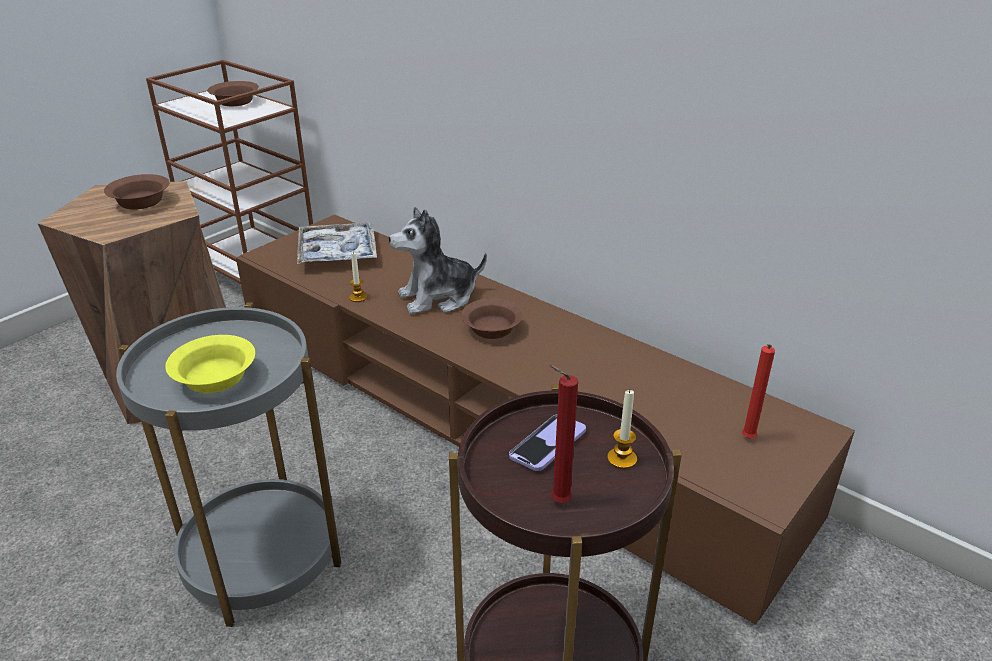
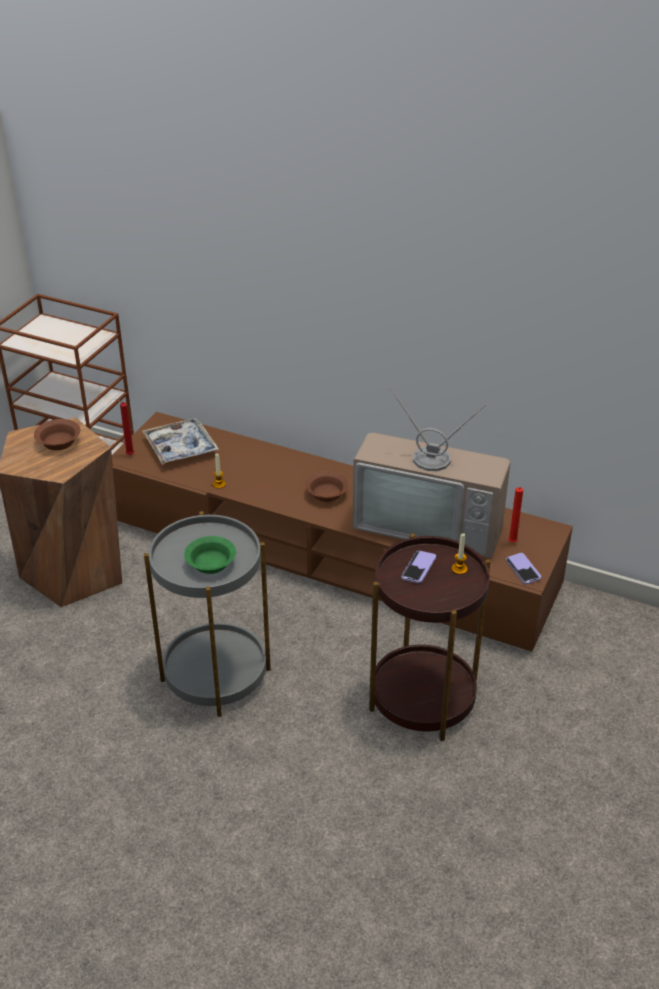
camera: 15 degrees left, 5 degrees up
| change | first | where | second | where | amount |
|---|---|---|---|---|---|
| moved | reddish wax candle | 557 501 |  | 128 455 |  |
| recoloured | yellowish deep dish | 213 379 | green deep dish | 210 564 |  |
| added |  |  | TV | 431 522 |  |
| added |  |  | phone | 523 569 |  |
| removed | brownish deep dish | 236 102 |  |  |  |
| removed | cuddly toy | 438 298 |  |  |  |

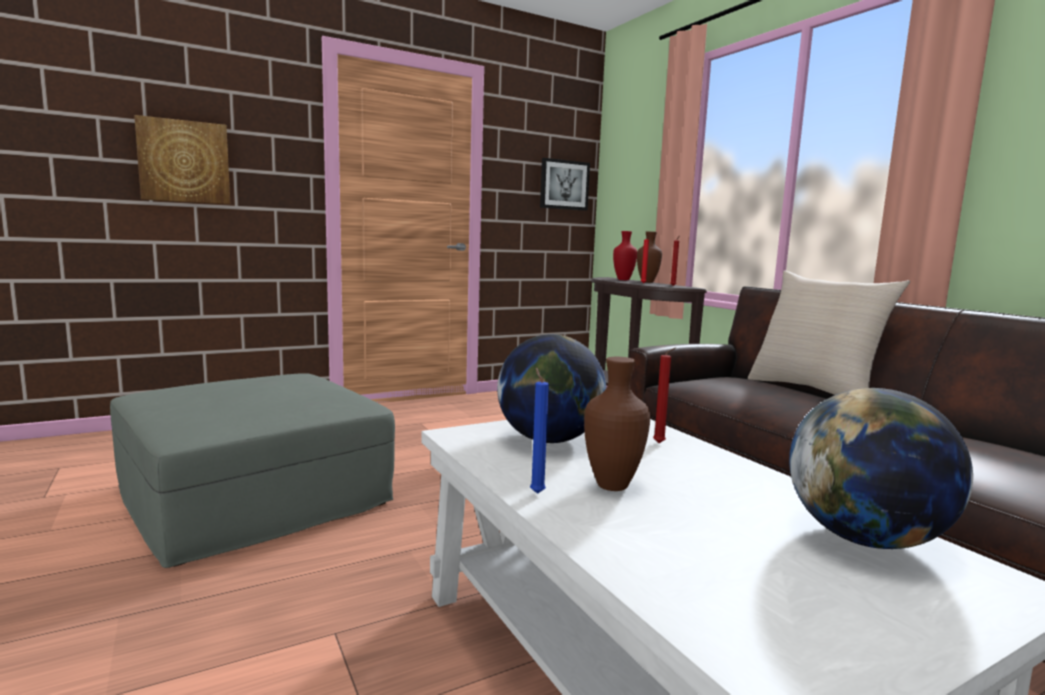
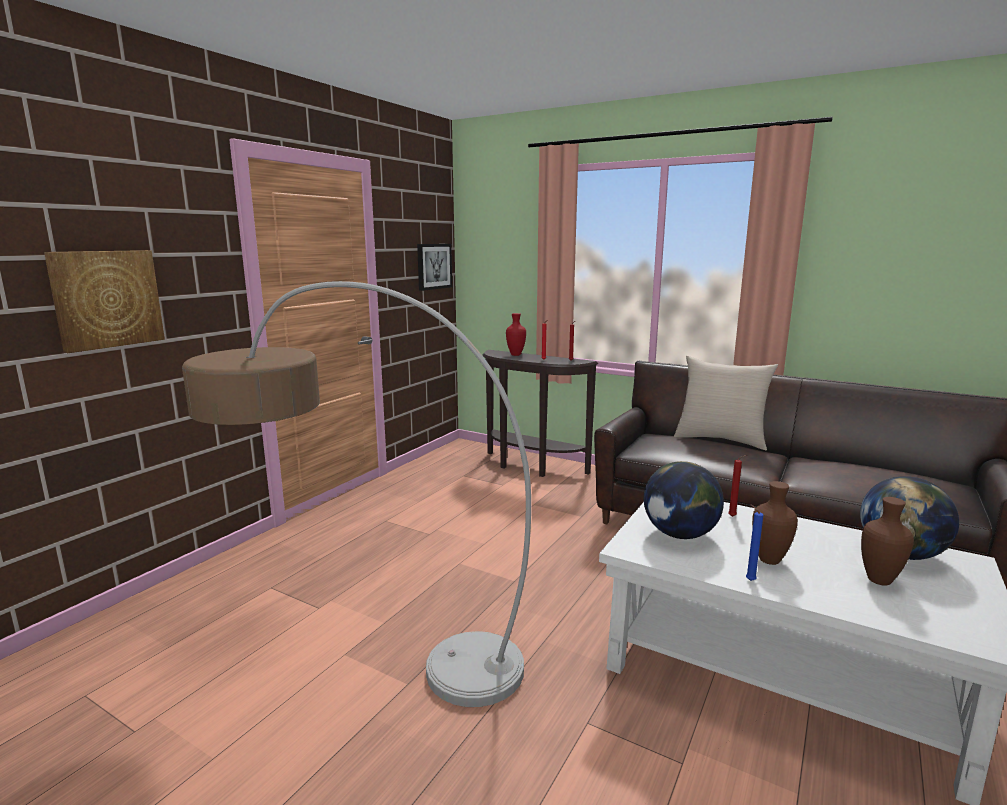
camera: 30 degrees left, 5 degrees up
| change | first | where | second | where | amount |
|---|---|---|---|---|---|
| replaced | grey footrest | 255 496 | standing lamp | 356 644 |  |
| moved | brownish decorative vase | 647 282 |  | 878 579 |  |

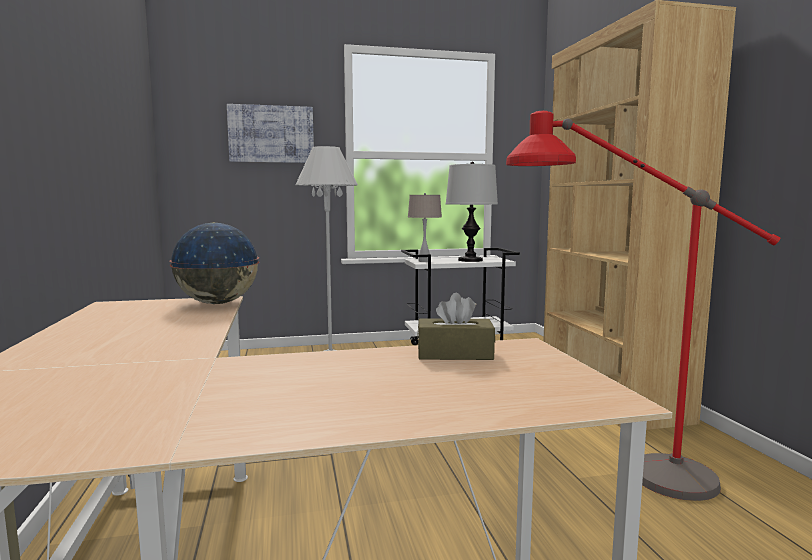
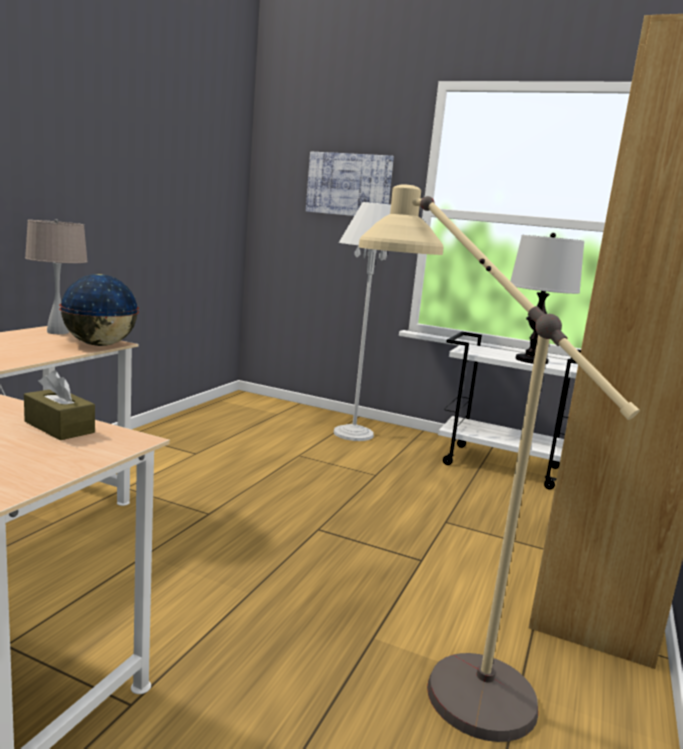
camera: 35 degrees right, 5 degrees up
| change | first | where | second | where | amount |
|---|---|---|---|---|---|
| moved | sand-coloured tabletop lamp | 424 261 |  | 57 332 |  |
| recoloured | reddish standing lamp | 613 470 | sand-coloured standing lamp | 426 651 |  |

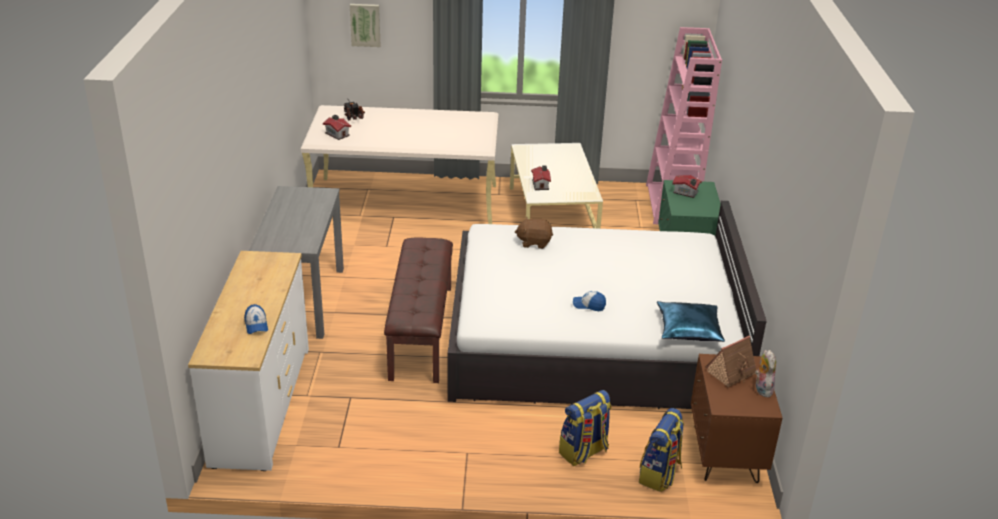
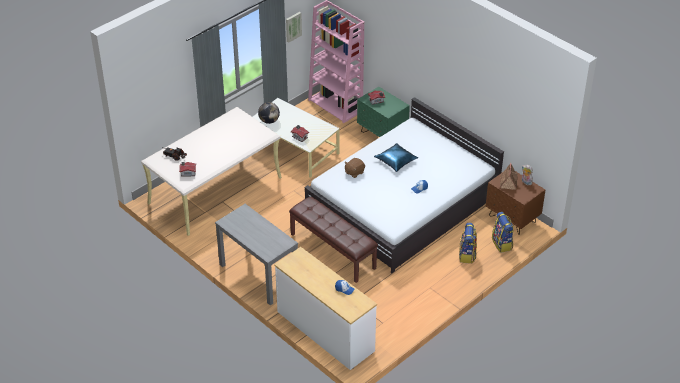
camera: 45 degrees left, 10 degrees up
| change | first | where | second | where | amount |
|---|---|---|---|---|---|
| added |  |  | globe | 269 121 |  |
| moved | picture | 365 24 |  | 293 26 |  |
| moved | blue pillow | 688 329 |  | 396 161 |  |

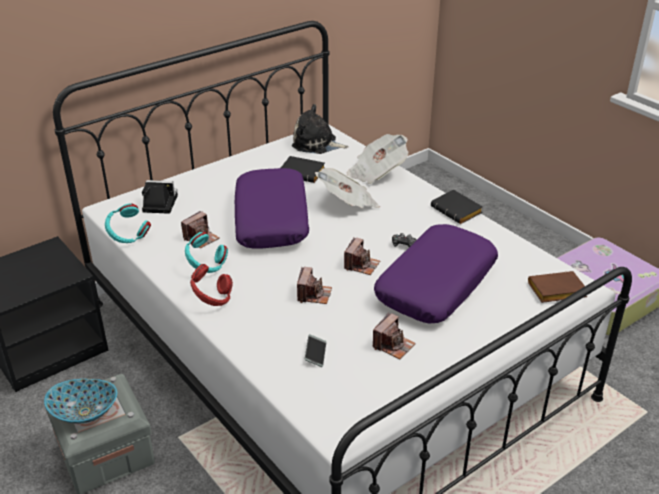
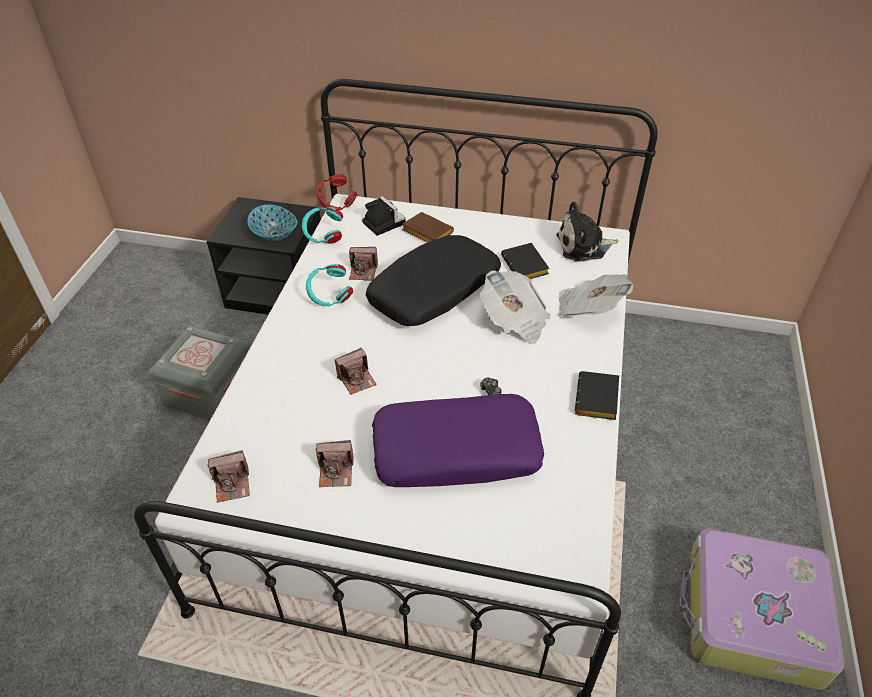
camera: 50 degrees right, 10 degrees up
| change | first | where | second | where | amount |
|---|---|---|---|---|---|
| moved | still camera | 361 265 |  | 232 484 |  |
| moved | deep dish | 84 412 |  | 275 234 |  |
| moved | reddish headset | 212 300 |  | 336 205 |  |
| recoloured | purplish pillow | 272 219 | black-coloured pillow | 434 292 |  |
| moved | brownish book | 555 292 |  | 425 232 |  |
| turned | cuddly toy | 317 144 |  | 583 246 | 75 degrees counterclockwise |
| removed | phone | 315 353 |  |  |  |

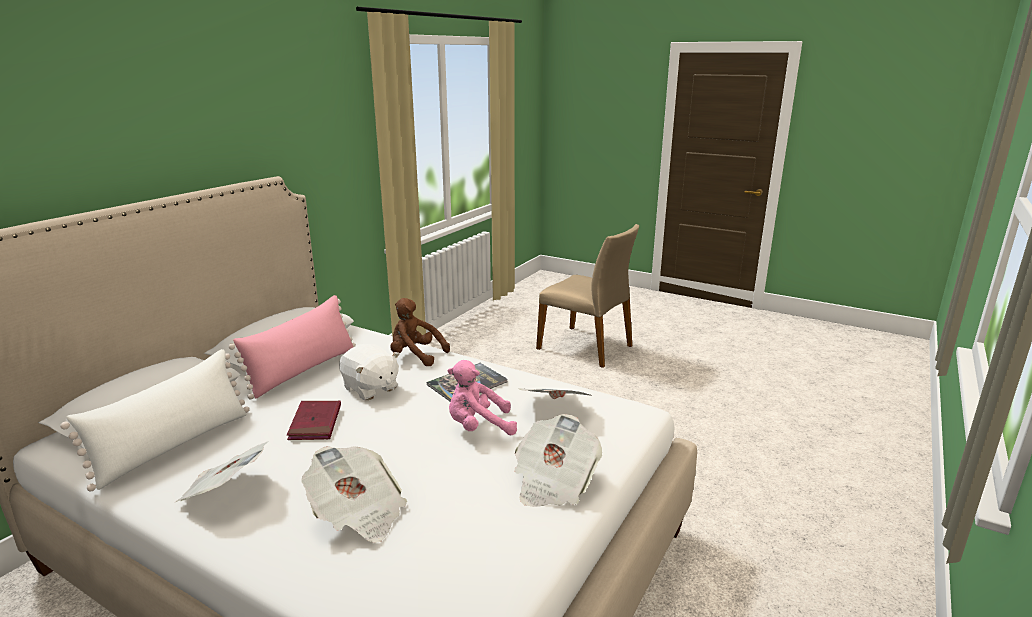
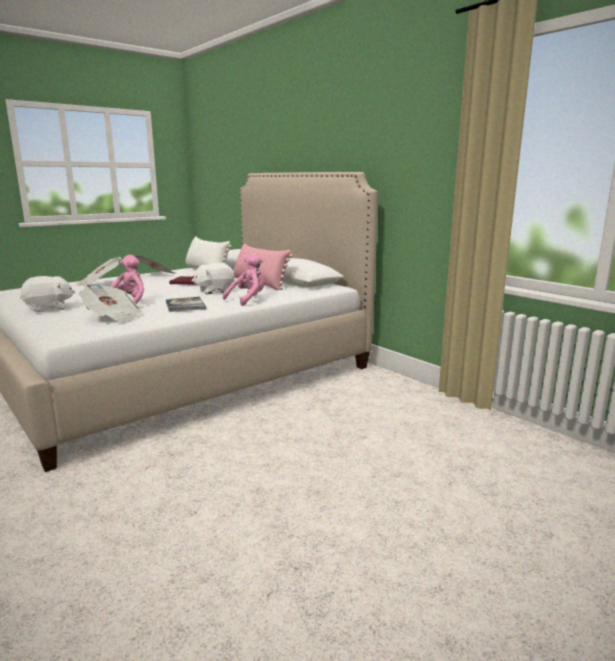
camera: 110 degrees right, 5 degrees down
| change | first | where | second | where | amount |
|---|---|---|---|---|---|
| replaced | printed paper | 553 482 | white-coloured cuddly toy | 48 308 |  |
| recoloured | brownish cuddly toy | 415 356 | pink cuddly toy | 248 299 |  |
| removed | sand-coloured upright chair | 586 347 |  |  |  |

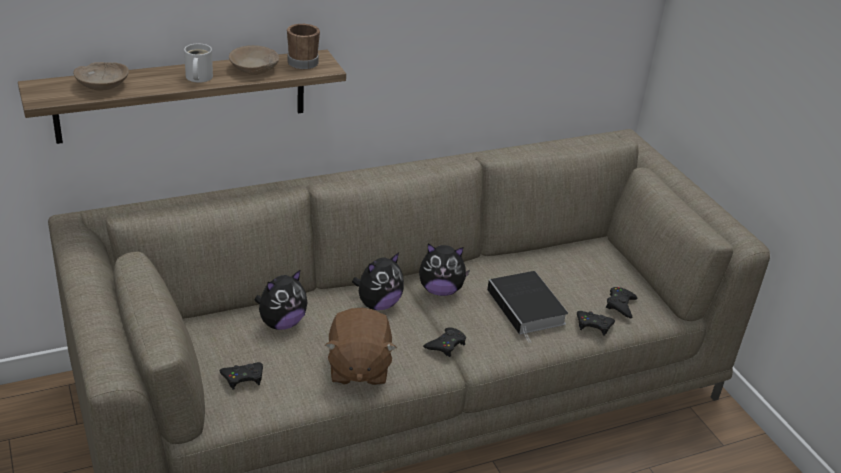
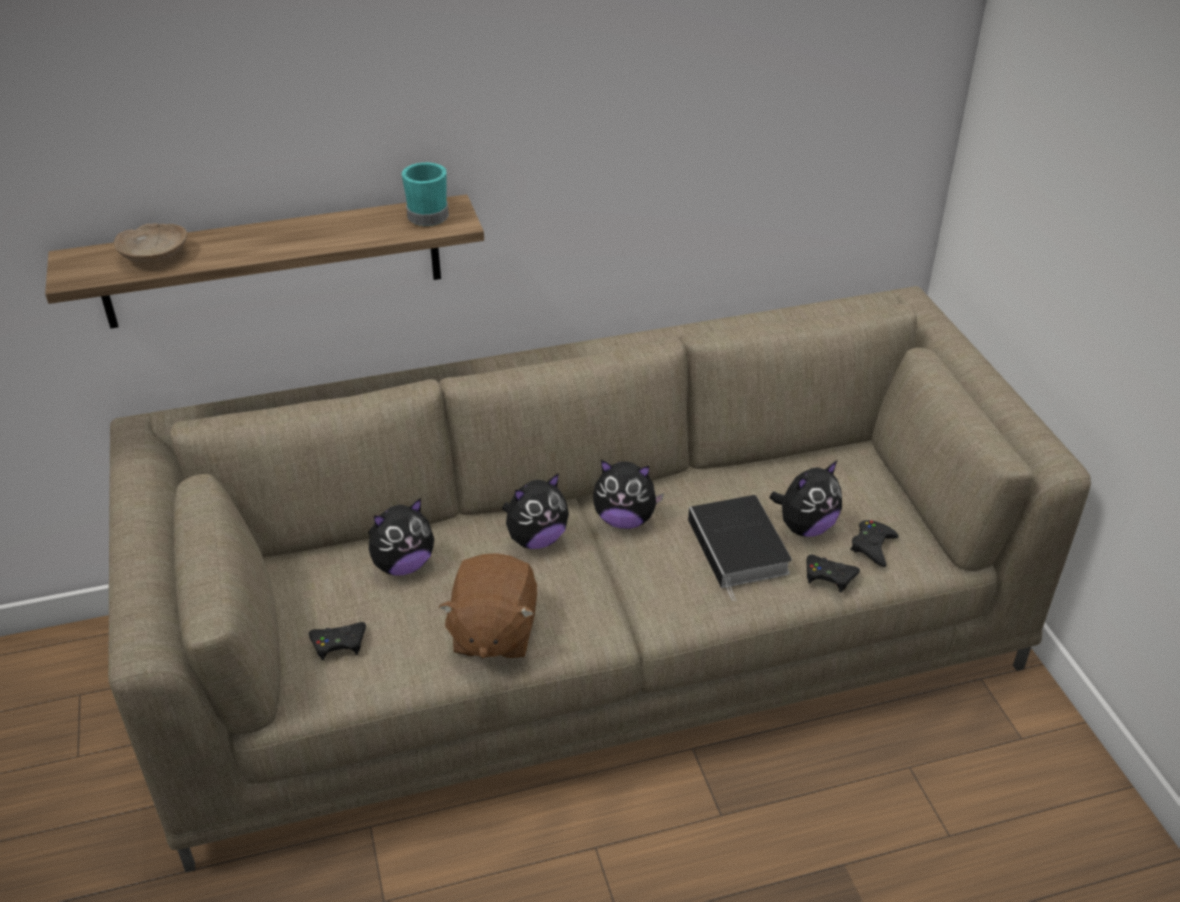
camera: 10 degrees right, 5 degrees up
| change | first | where | second | where | amount |
|---|---|---|---|---|---|
| recoloured | brownish tea mug | 303 61 | turquoise tea mug | 429 213 |  |
| added |  |  | cuddly toy | 805 527 |  |
| removed | white-coloured tea mug | 197 78 |  |  |  |
| removed | sand-coloured deep dish | 254 69 |  |  |  |
| removed | black-coloured gamepad | 446 345 |  |  |  |

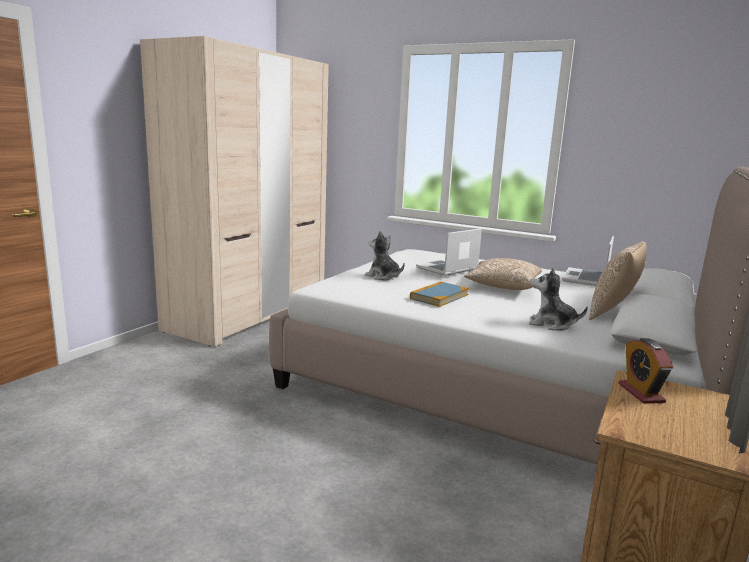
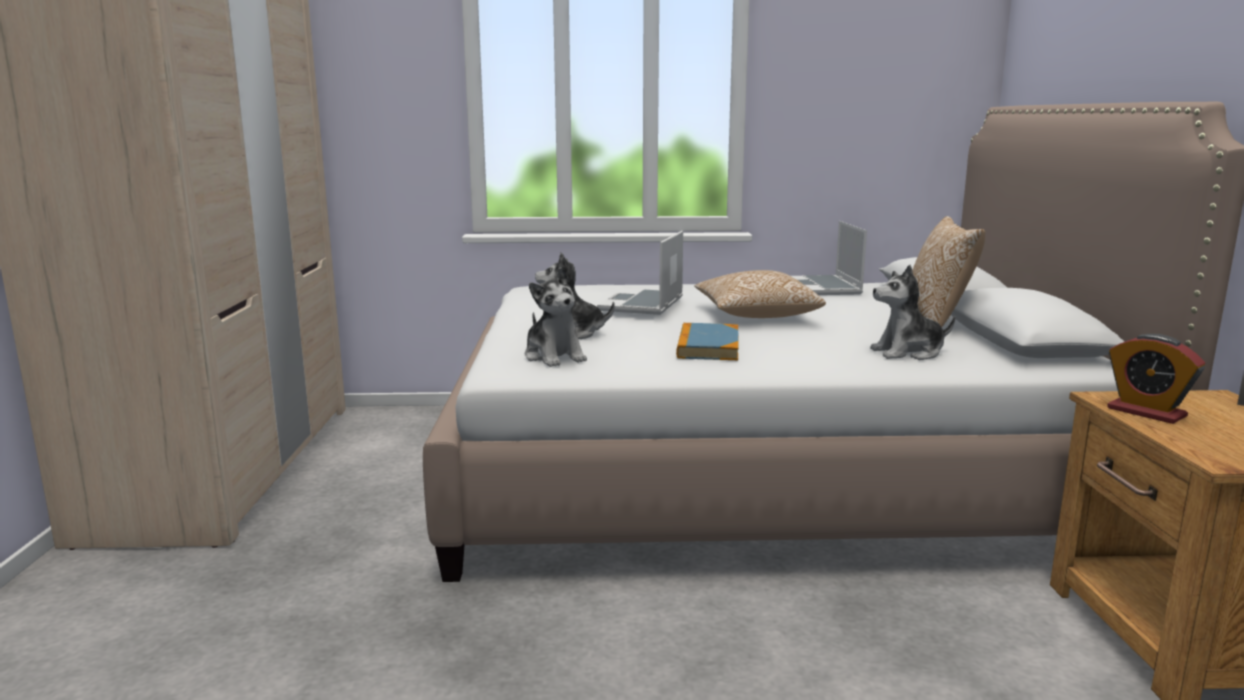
camera: 30 degrees left, 0 degrees up
| change | first | where | second | where | amount |
|---|---|---|---|---|---|
| added |  |  | cuddly toy | 554 357 |  |

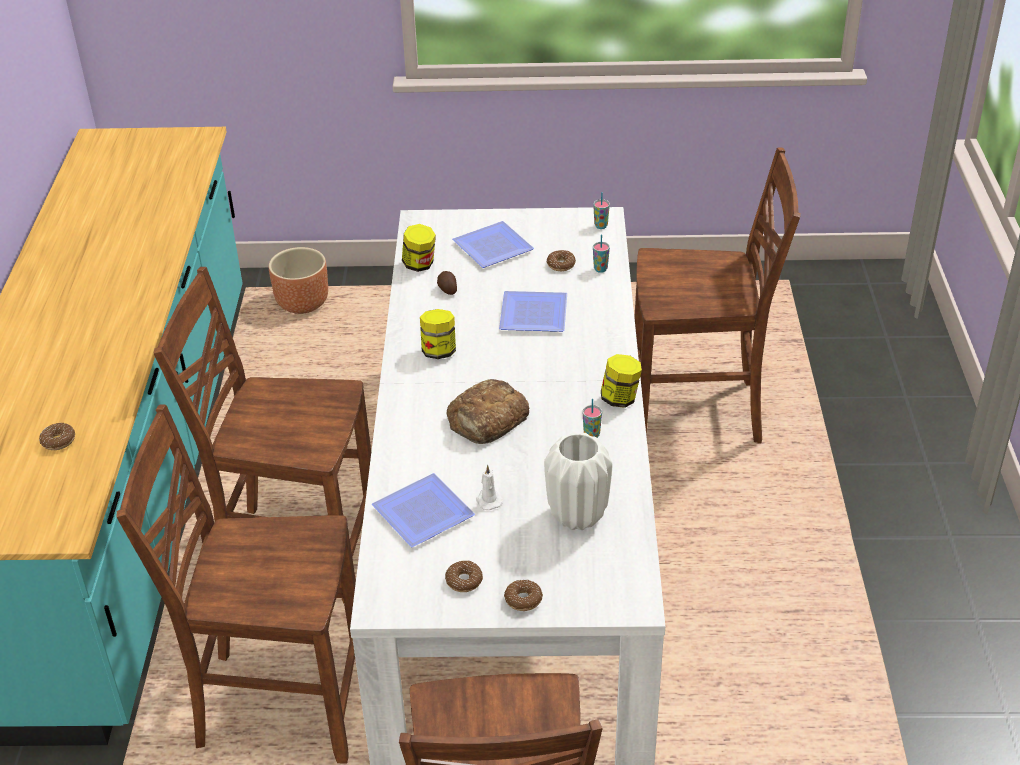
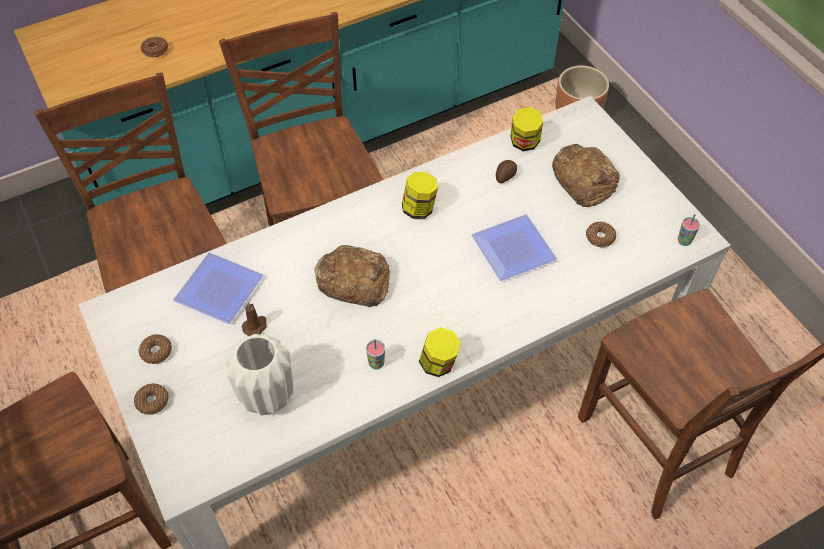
camera: 60 degrees right, 15 degrees up
| change | first | where | second | where | amount |
|---|---|---|---|---|---|
| recoloured | white-coloured wax candle | 488 500 | brownish wax candle | 255 326 |  |
| replaced | flat dish | 492 249 | baked bread | 584 179 |  |
| removed | cup | 600 269 |  |  |  |

